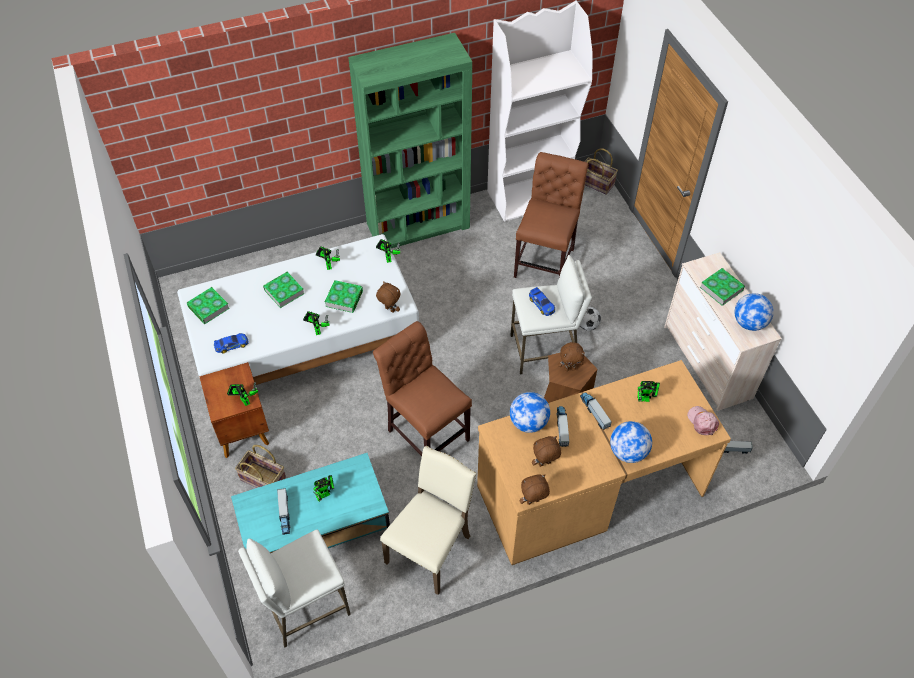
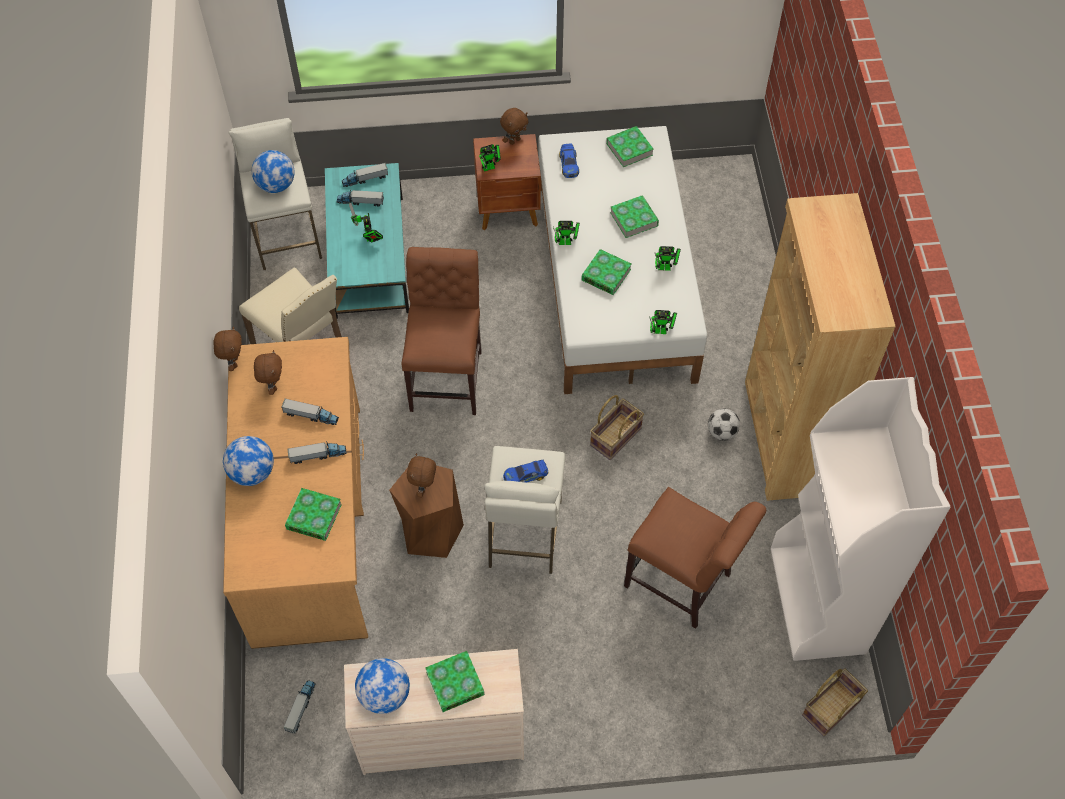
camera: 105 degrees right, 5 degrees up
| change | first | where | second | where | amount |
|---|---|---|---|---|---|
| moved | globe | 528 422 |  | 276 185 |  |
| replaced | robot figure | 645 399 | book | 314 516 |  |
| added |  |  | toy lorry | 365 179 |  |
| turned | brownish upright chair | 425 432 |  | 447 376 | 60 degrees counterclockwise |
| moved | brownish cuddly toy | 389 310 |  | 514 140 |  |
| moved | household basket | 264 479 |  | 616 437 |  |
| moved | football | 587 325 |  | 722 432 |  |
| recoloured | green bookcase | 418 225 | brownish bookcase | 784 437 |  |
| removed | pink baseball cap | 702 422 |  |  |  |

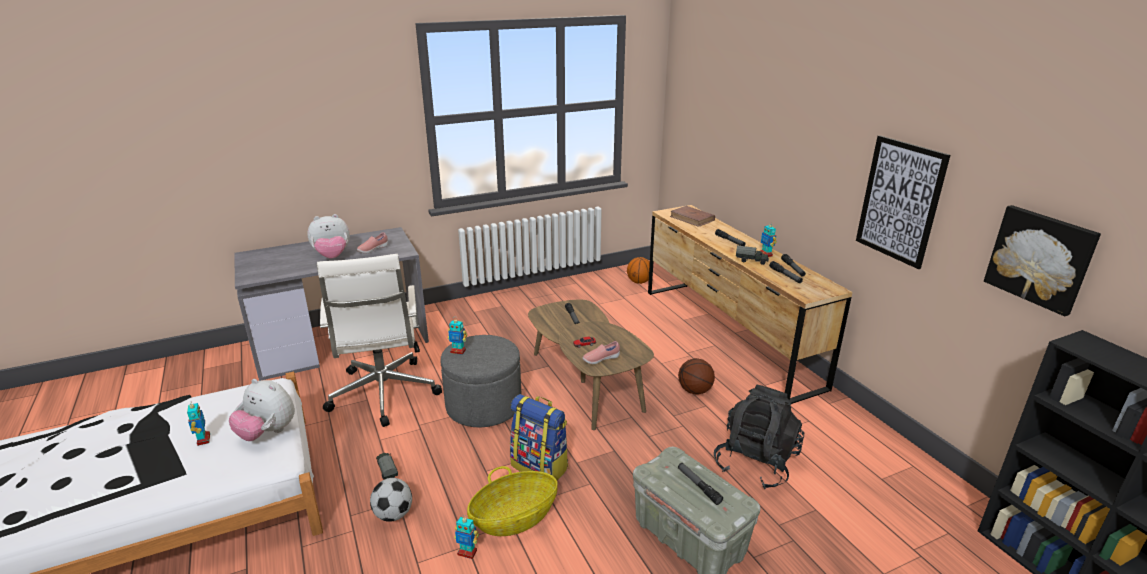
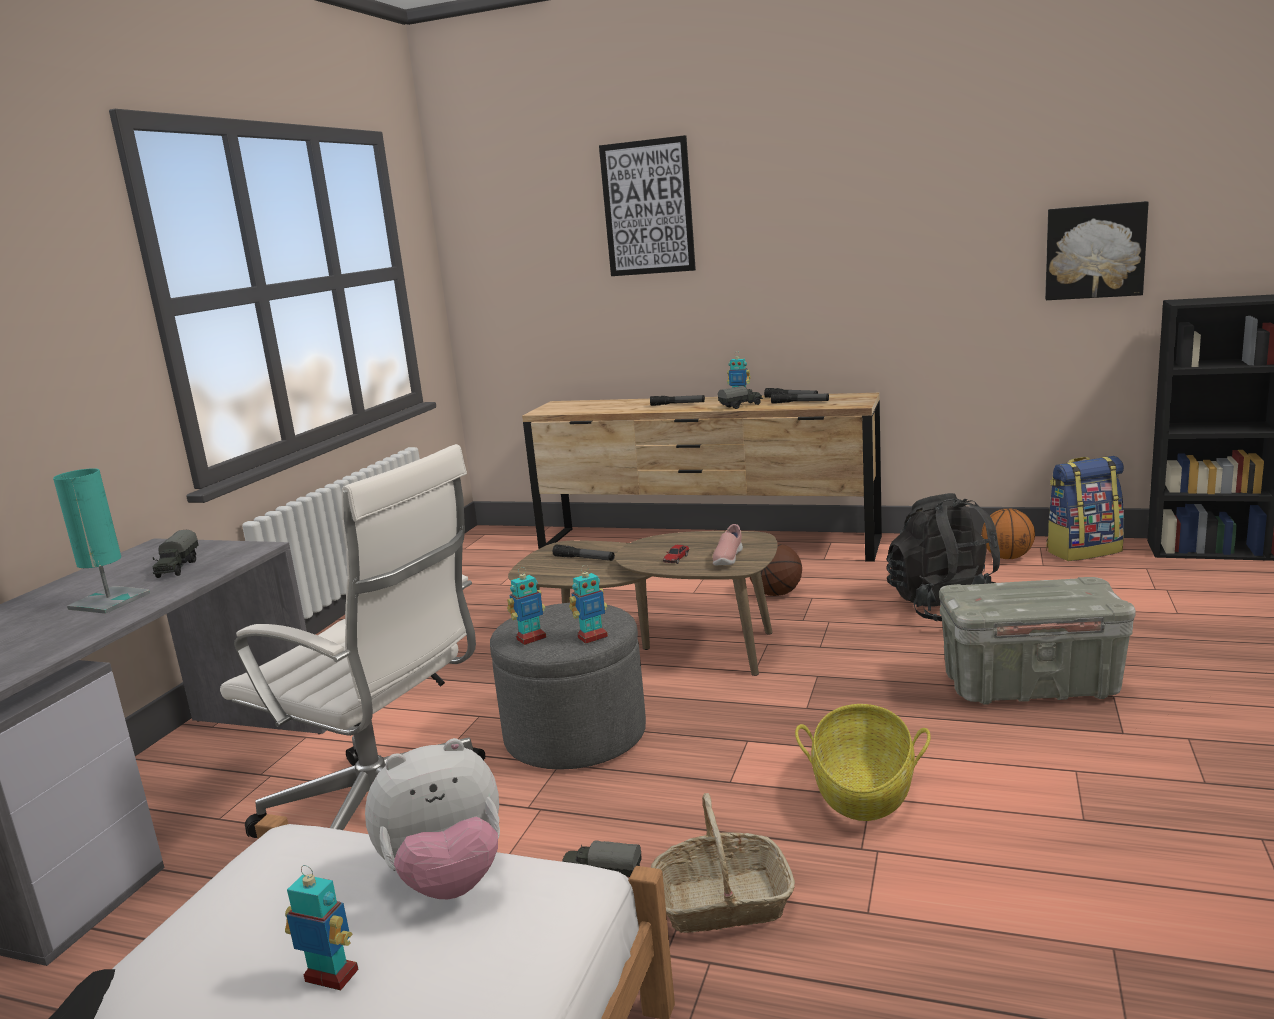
camera: 45 degrees left, 10 degrees down
| change | first | where | second | where | amount |
|---|---|---|---|---|---|
| replaced | cuddly toy | 332 256 | turquoise tabletop lamp | 109 601 |  |
| replaced | pink shoe | 372 250 | toy lorry | 177 568 |  |
| moved | robot figure | 467 552 |  | 592 637 |  |
| moved | picture | 900 201 |  | 648 208 |  |
| replaced | football | 393 514 | household basket | 722 902 |  |
| moved | ball for basketball | 639 282 |  | 1007 557 |  |
| moved | backpack | 540 466 |  | 1083 551 |  |
| removed | brownish book | 692 218 |  |  |  |
| removed | hand torch | 698 486 |  |  |  |

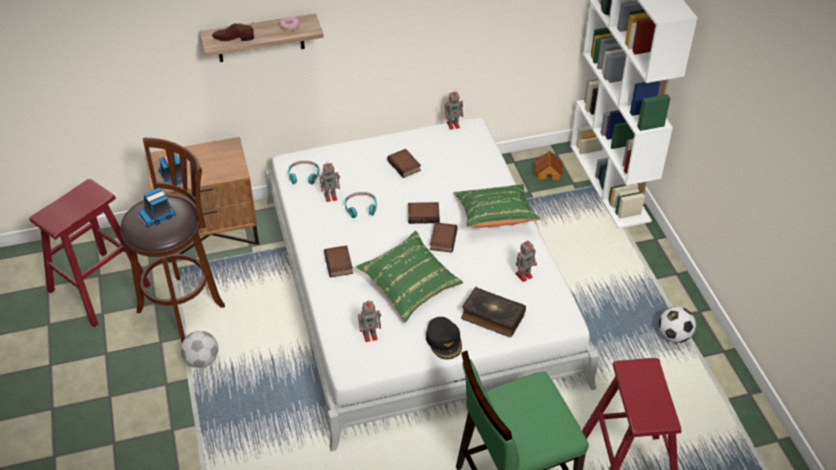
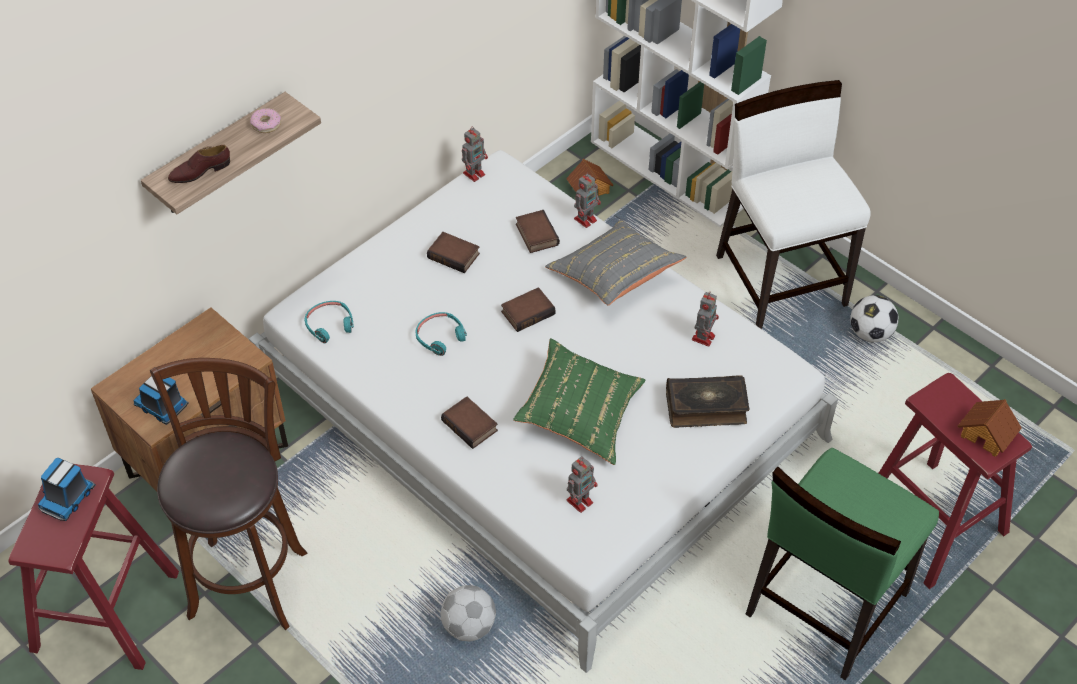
camera: 30 degrees left, 5 degrees up
| change | first | where | second | where | amount |
|---|---|---|---|---|---|
| moved | toy lorry | 158 215 |  | 68 497 |  |
| moved | football | 202 360 |  | 468 627 |  |
| moved | book | 442 239 |  | 535 234 |  |
| recoloured | green pillow | 495 216 | grey pillow | 614 276 |  |
| moved | robot figure | 331 196 |  | 586 219 |  |
| added |  |  | white-coloured upright chair | 781 279 |  |
| added |  |  | model house | 987 434 |  |
| removed | black-coloured baseball cap | 444 341 |  |  |  |

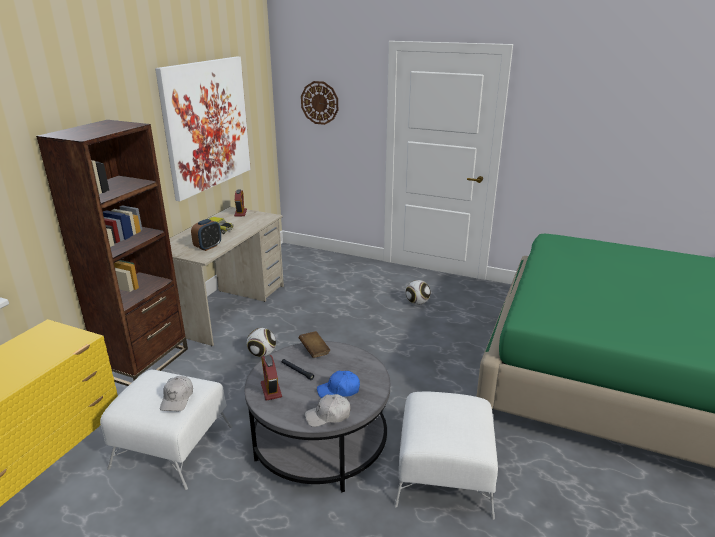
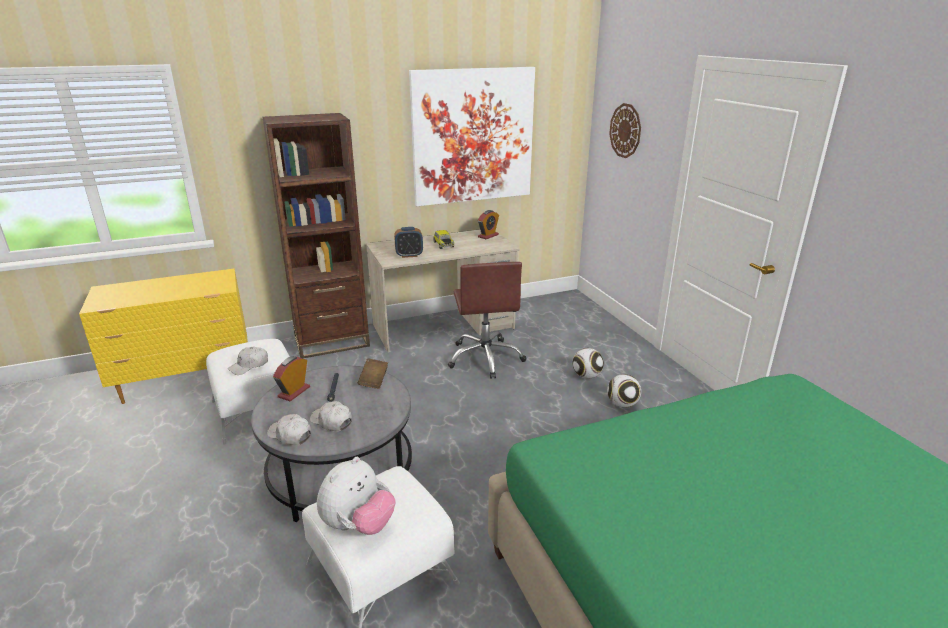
camera: 45 degrees right, 0 degrees up
| change | first | where | second | where | amount |
|---|---|---|---|---|---|
| recoloured | blue baseball cap | 339 390 | white-coloured baseball cap | 331 422 |  |
| added |  |  | cuddly toy | 358 525 |  |
| added |  |  | brownish desk chair | 485 358 |  |
| moved | football | 262 354 |  | 586 376 |  |

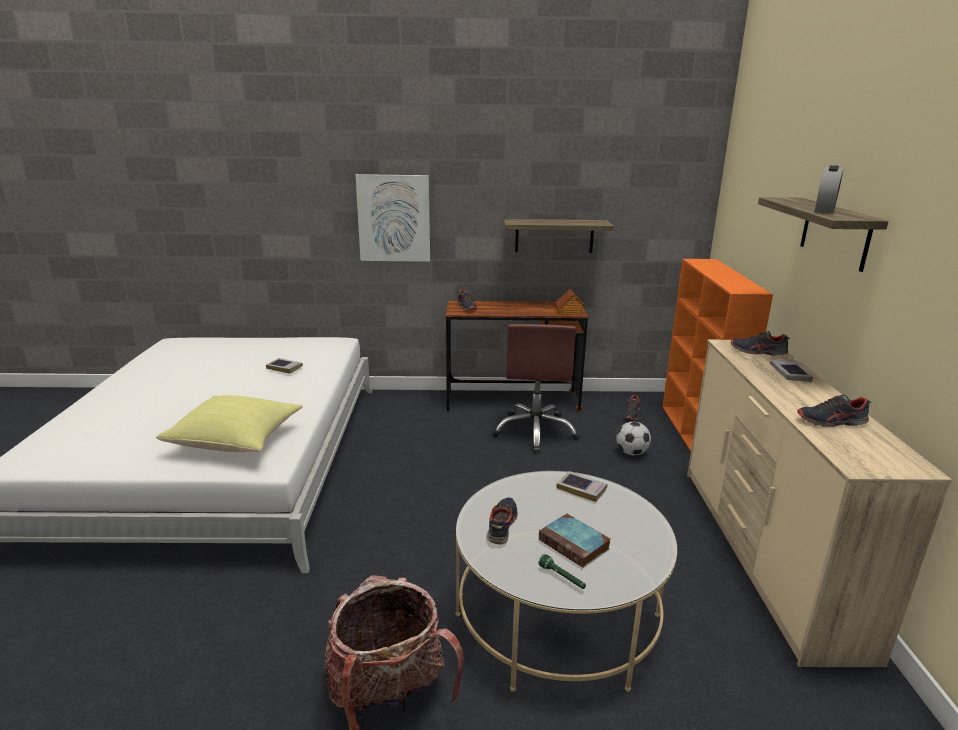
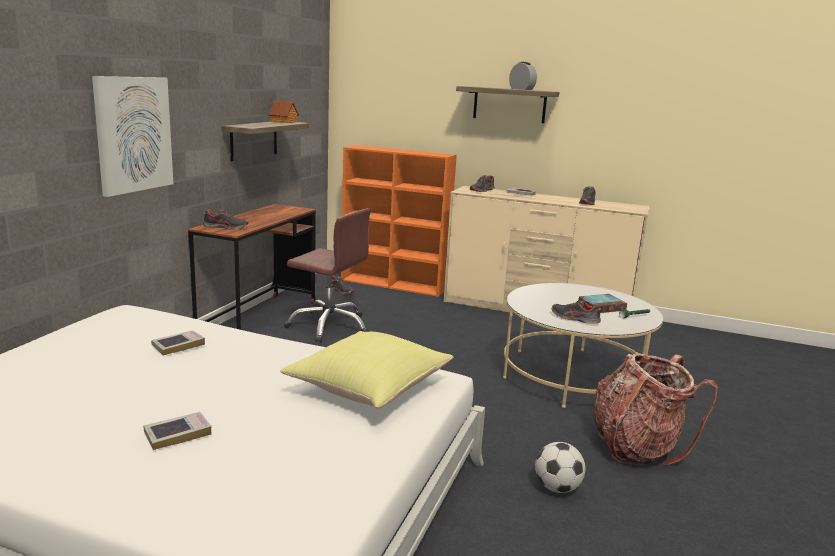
camera: 70 degrees left, 5 degrees down
| change | first | where | second | where | amount |
|---|---|---|---|---|---|
| moved | book | 581 489 |  | 178 434 |  |
| moved | model house | 570 311 |  | 284 122 |  |
| moved | football | 631 453 |  | 557 488 |  |

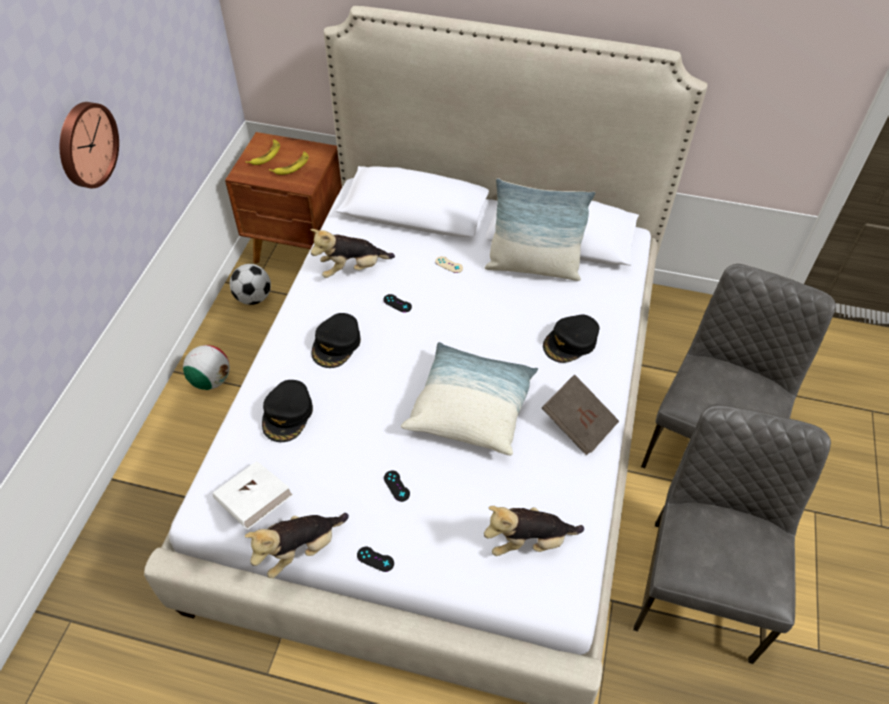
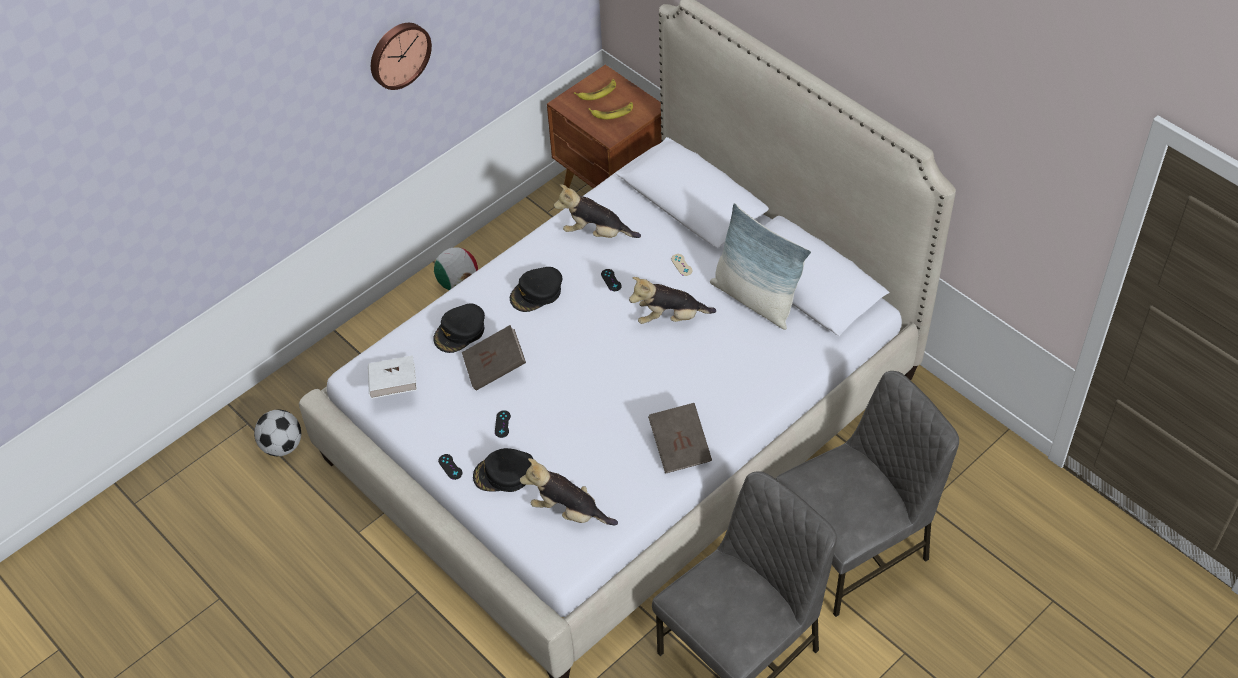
camera: 35 degrees right, 0 degrees up
| change | first | where | second | where | amount |
|---|---|---|---|---|---|
| moved | football | 253 298 |  | 282 446 |  |
| added |  |  | brownish book | 495 367 |  |
| moved | black-coloured baseball cap | 570 342 |  | 504 474 |  |
| moved | cuddly toy | 301 550 |  | 670 318 |  |
| removed | pillow | 470 409 |  |  |  |

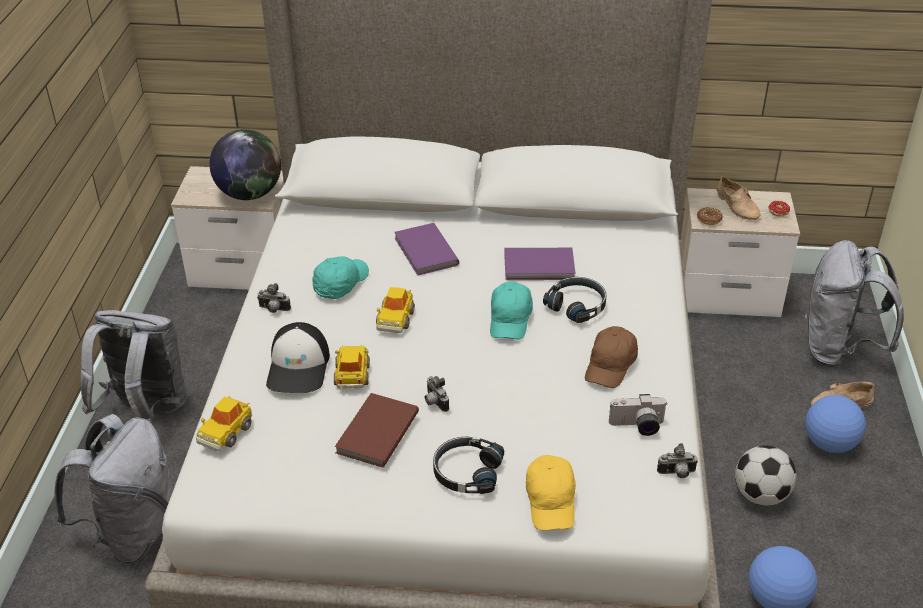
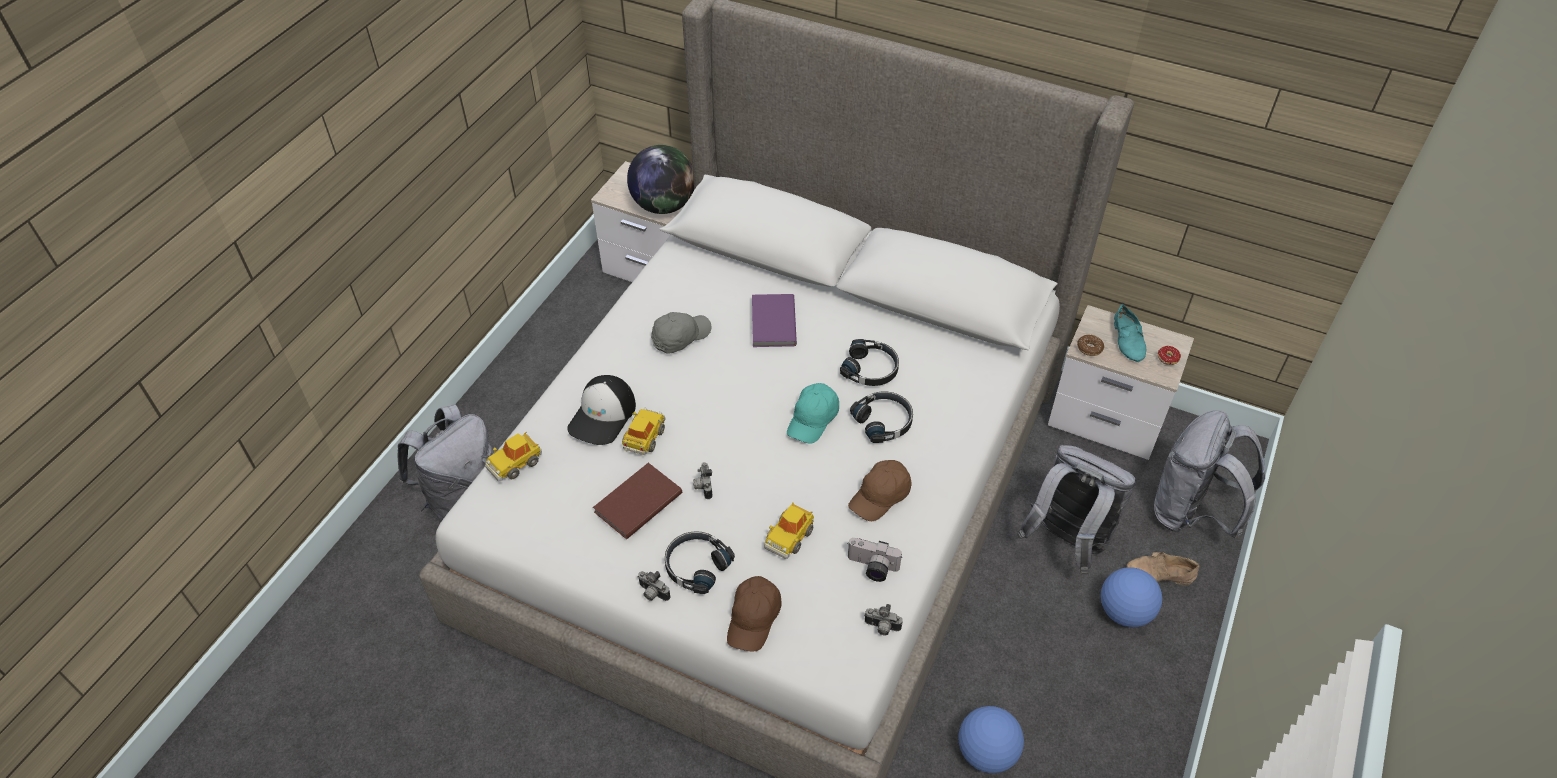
camera: 20 degrees right, 10 degrees up
| change | first | where | second | where | amount |
|---|---|---|---|---|---|
| moved | still camera | 273 310 |  | 652 593 |  |
| recoloured | turquoise baseball cap | 340 284 | grey baseball cap | 680 337 |  |
| recoloured | yellowish baseball cap | 551 501 | brownish baseball cap | 754 619 |  |
| moved | model car | 395 319 |  | 789 536 |  |
| replaced | purplish book | 540 267 | black-coloured headset | 871 369 |  |
| moved | grey backpack | 146 413 |  | 1066 542 |  |
| recoloured | sand-coloured shoe | 738 205 | turquoise shoe | 1129 340 |  |
| removed | football | 761 495 |  |  |  |

